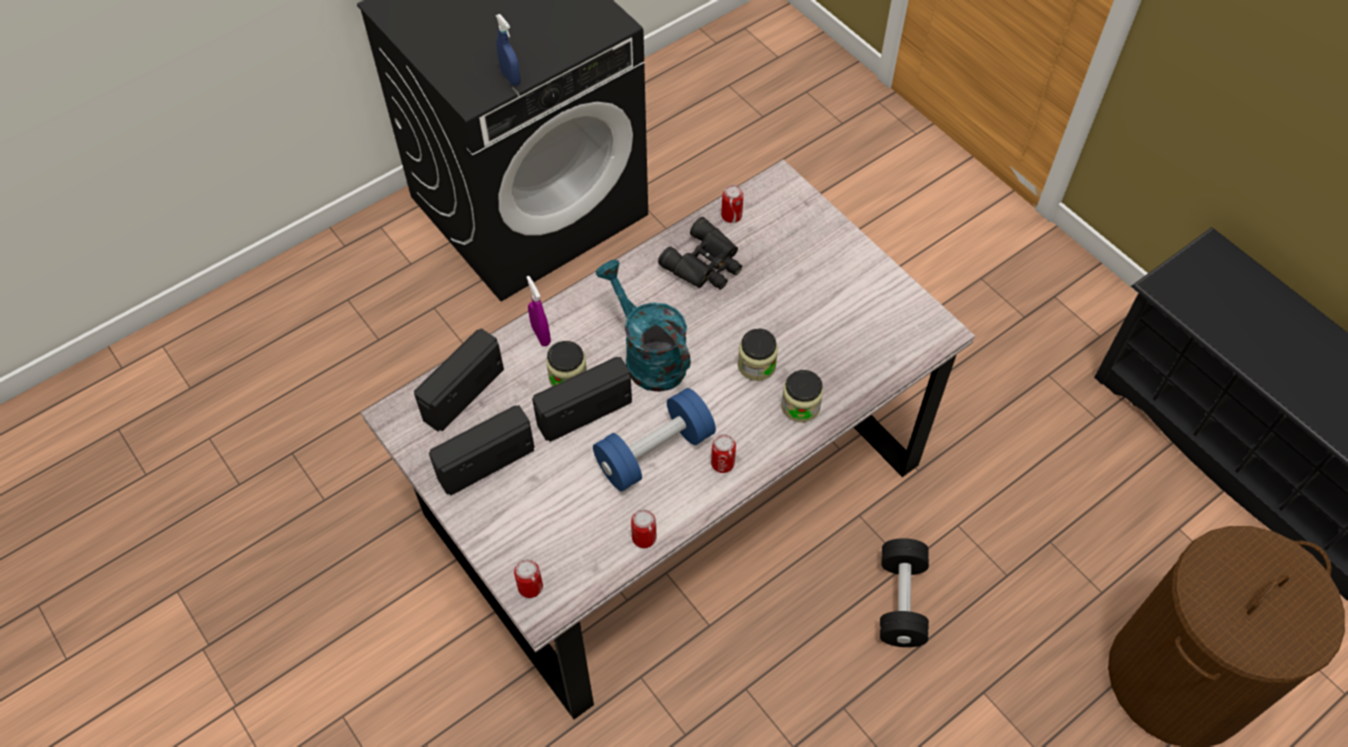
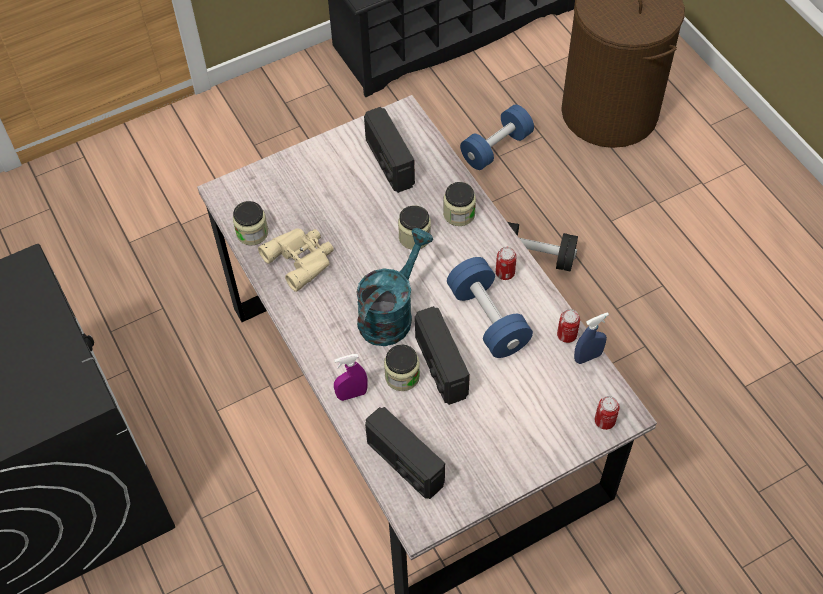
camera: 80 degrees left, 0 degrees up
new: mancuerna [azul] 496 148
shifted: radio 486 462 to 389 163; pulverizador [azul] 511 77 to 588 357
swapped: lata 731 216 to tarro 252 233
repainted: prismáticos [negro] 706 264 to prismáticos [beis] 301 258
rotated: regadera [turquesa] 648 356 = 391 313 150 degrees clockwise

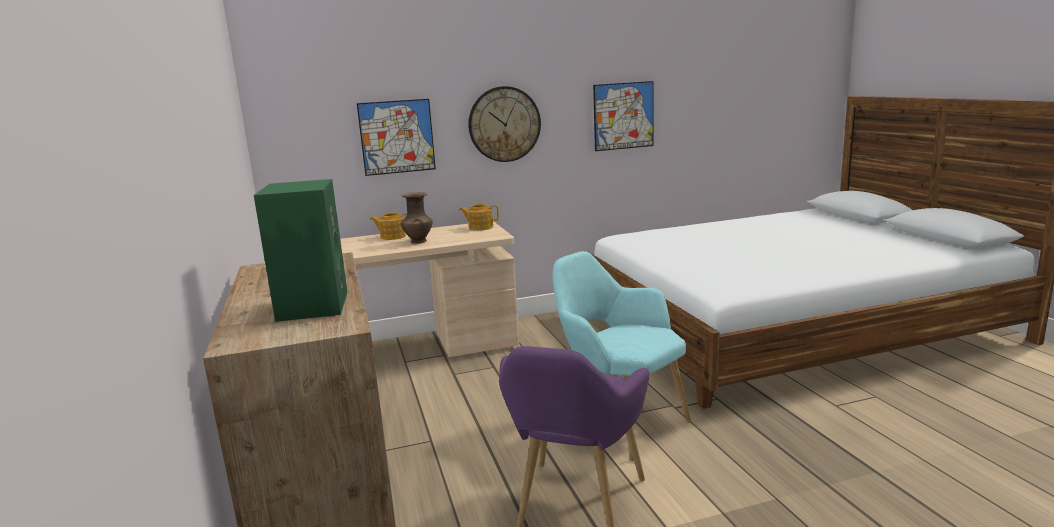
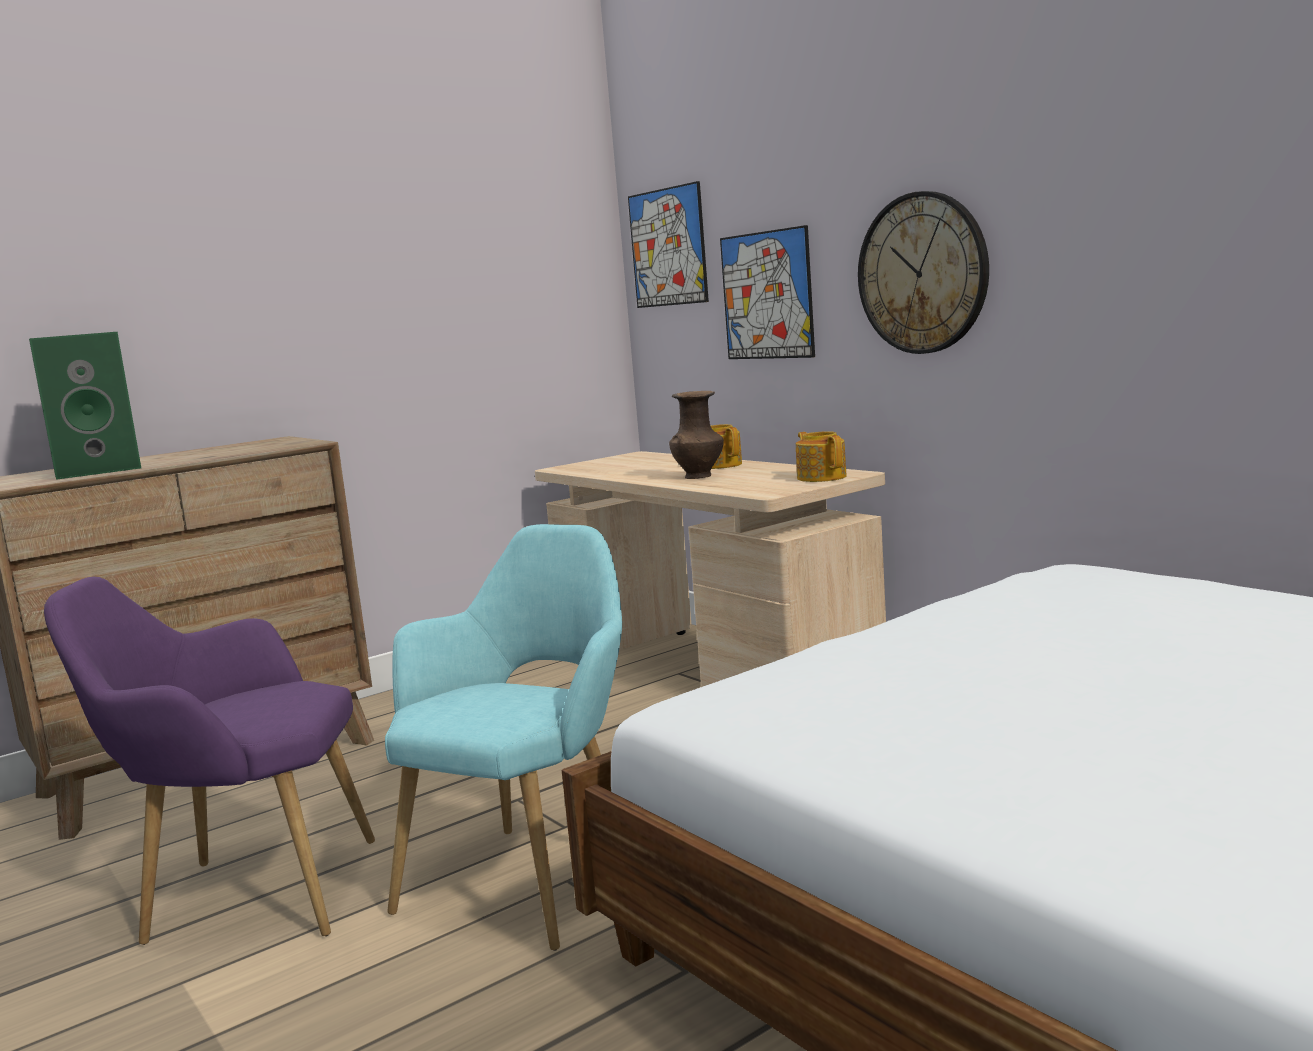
camera: 70 degrees right, 5 degrees down
shifted: cuadro 623 116 to 668 247

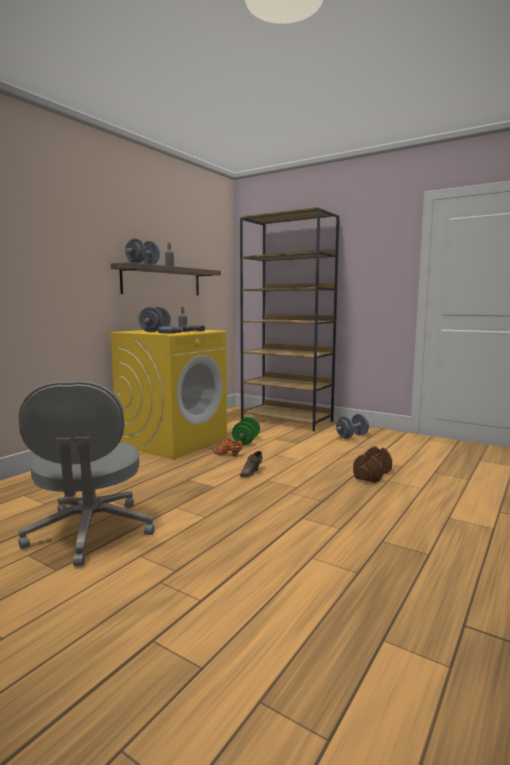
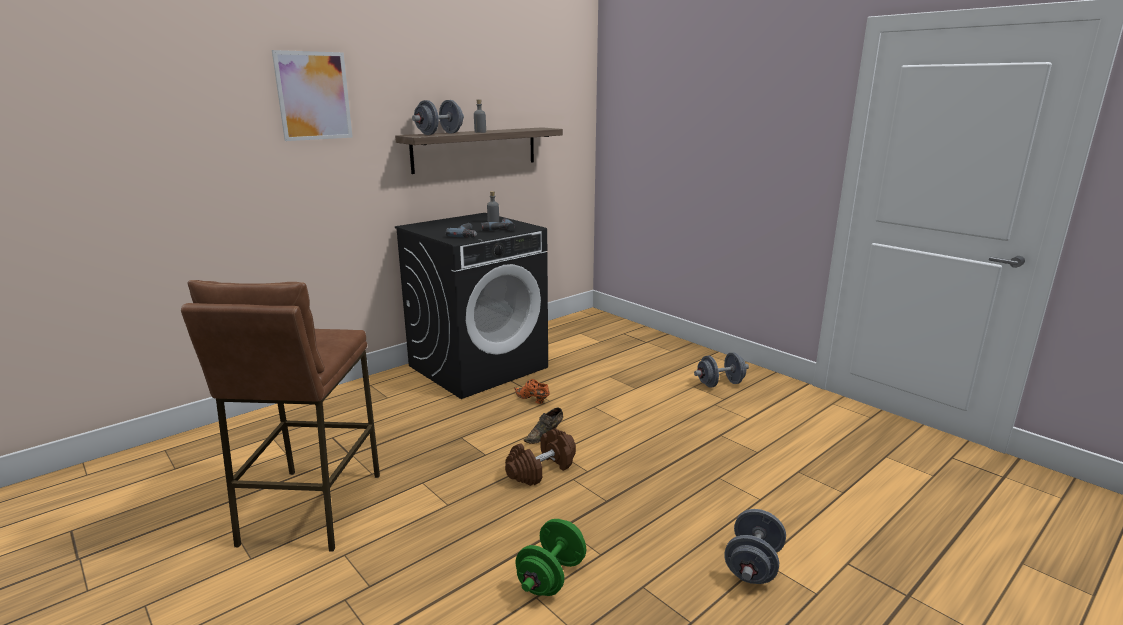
camera: 15 degrees right, 10 degrees up
gone: estantería [marrón] 287 420
new: cuadro 313 96
shifted: mancuerna [gris] 155 331 to 753 566; mancuerna [verde] 246 441 to 551 577; mancuerna [marrón] 372 475 to 541 470
swapped: silla de oficina [gris] 90 532 to taburete [marrón] 310 508
repainted: lavadora [amarillo] 173 441 to lavadora [negro] 478 366

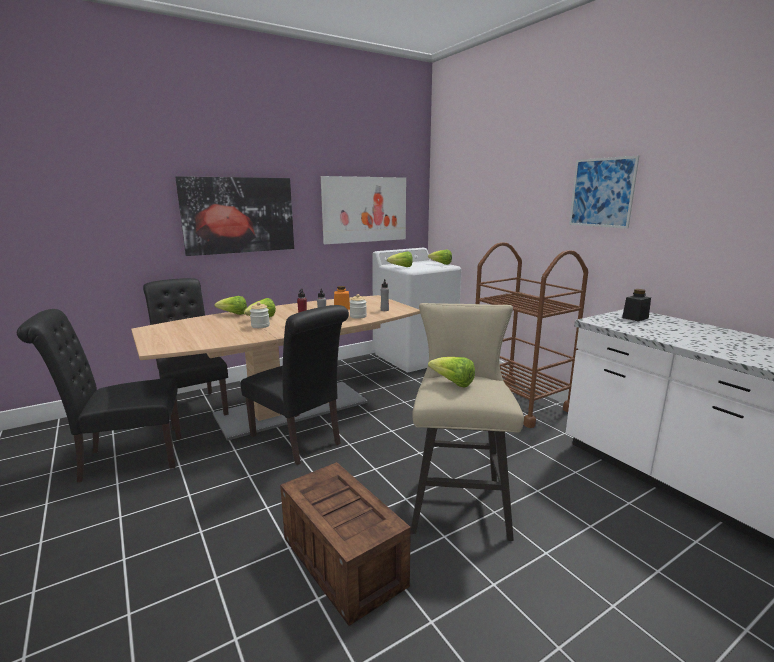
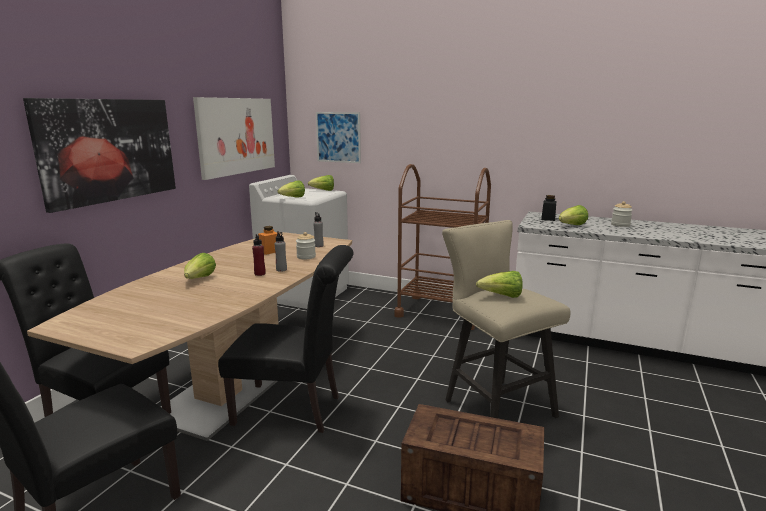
camera: 35 degrees left, 0 degrees up
shifted: lechuga 233 314 to 572 226; tarro 260 326 to 620 225; cuadro 602 192 to 338 137

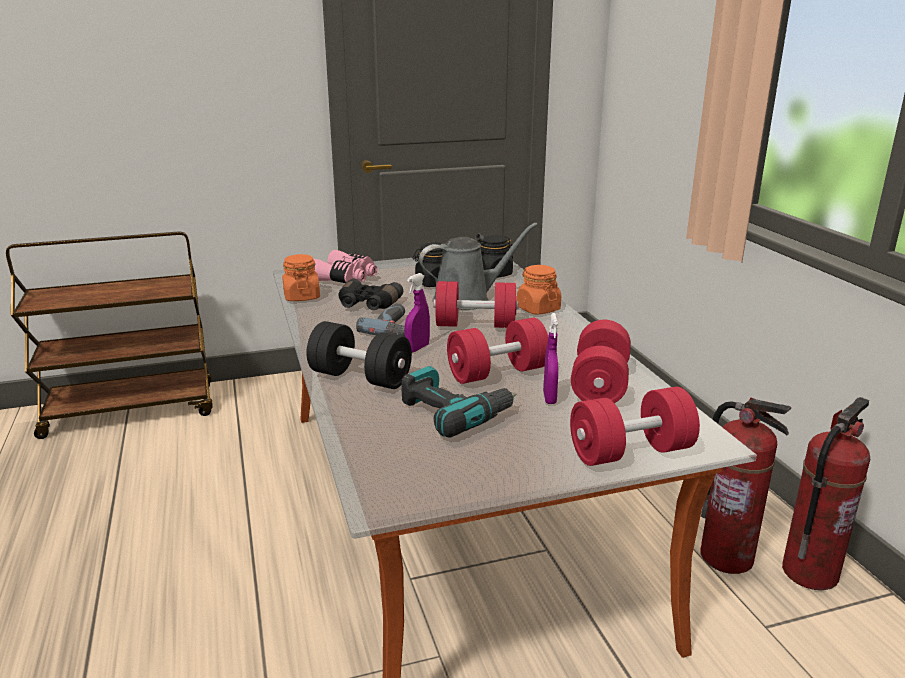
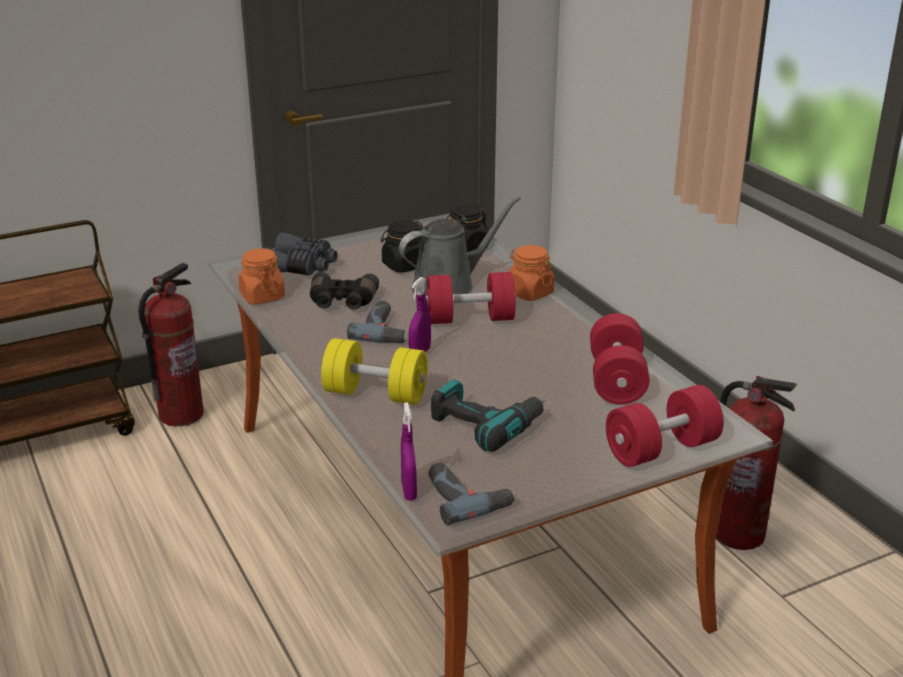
camera: 10 degrees left, 5 degrees up
gone: mancuerna [rojo] 497 373
new: taladro 466 497
shifted: pulverizador [morado] 549 398 to 409 491; extintor 809 573 to 181 415
repainted: mancuerna [negro] 360 378 to mancuerna [amarillo] 375 394; prismáticos [rosa] 345 279 to prismáticos [gris] 300 267

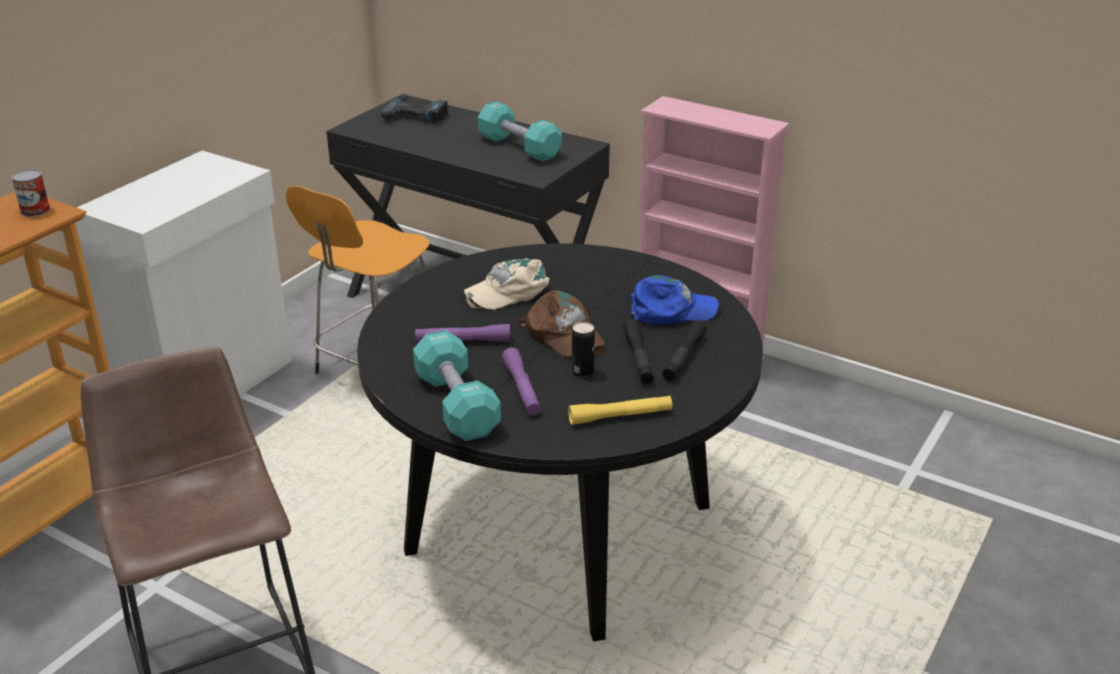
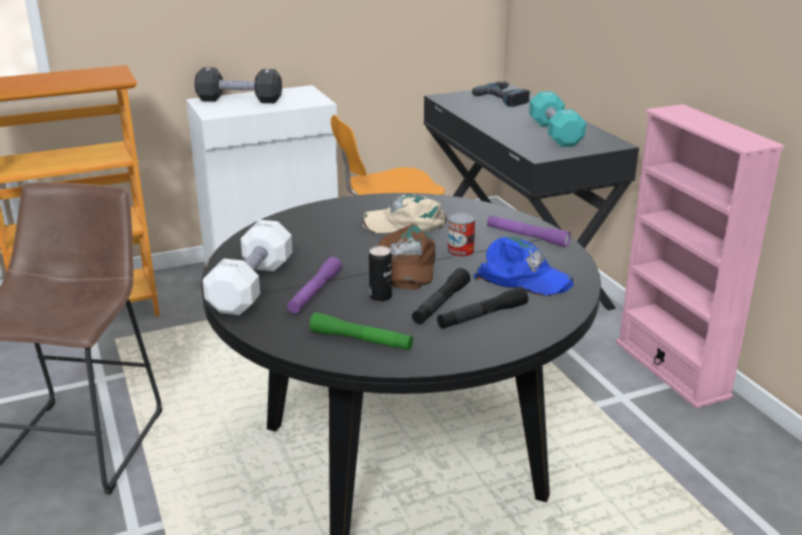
camera: 35 degrees right, 5 degrees down
new: mancuerna [negro] 239 100
shifted: lata 35 210 to 460 251; linterna [morado] 463 341 to 527 237
repainted: mancuerna [turquesa] 456 404 to mancuerna [blanco] 251 286; linterna [amarillo] 620 416 to linterna [verde] 361 340

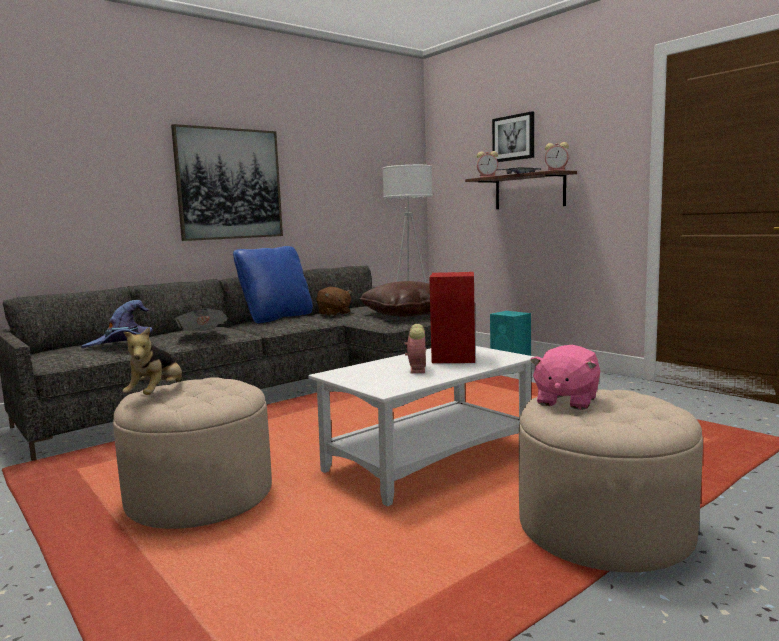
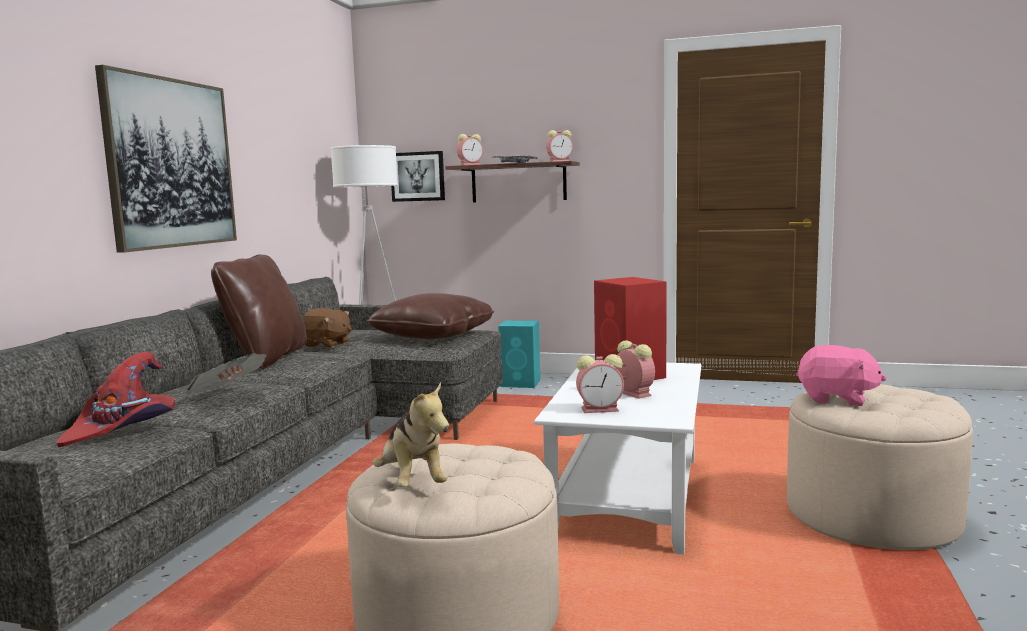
camera: 35 degrees left, 0 degrees up
new: despertador 601 409
shifted: cuadro 514 138 to 418 176
repainted: sombrero [morado] 121 344 to sombrero [rojo] 123 429; cojín [azul] 276 317 to cojín [marrón] 266 358
rotated: peluche [rosa] 566 401 = 837 399 60 degrees counterclockwise

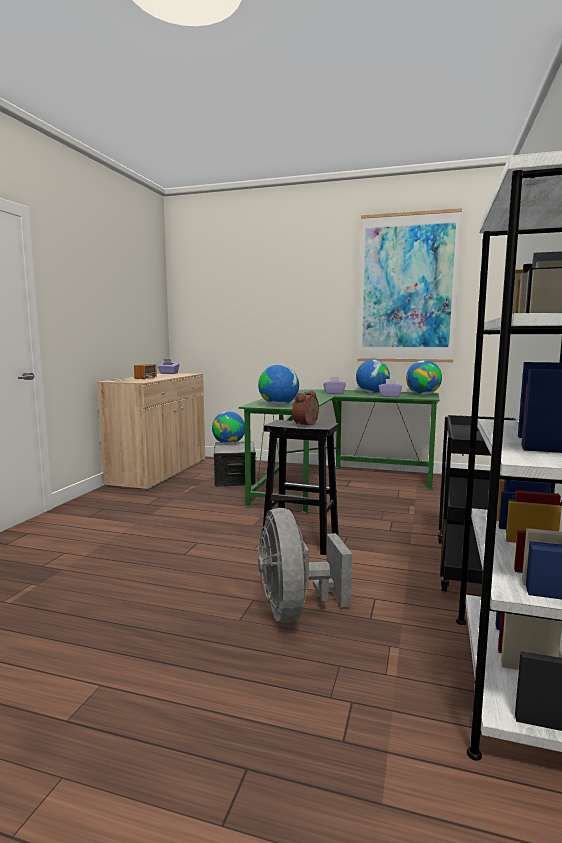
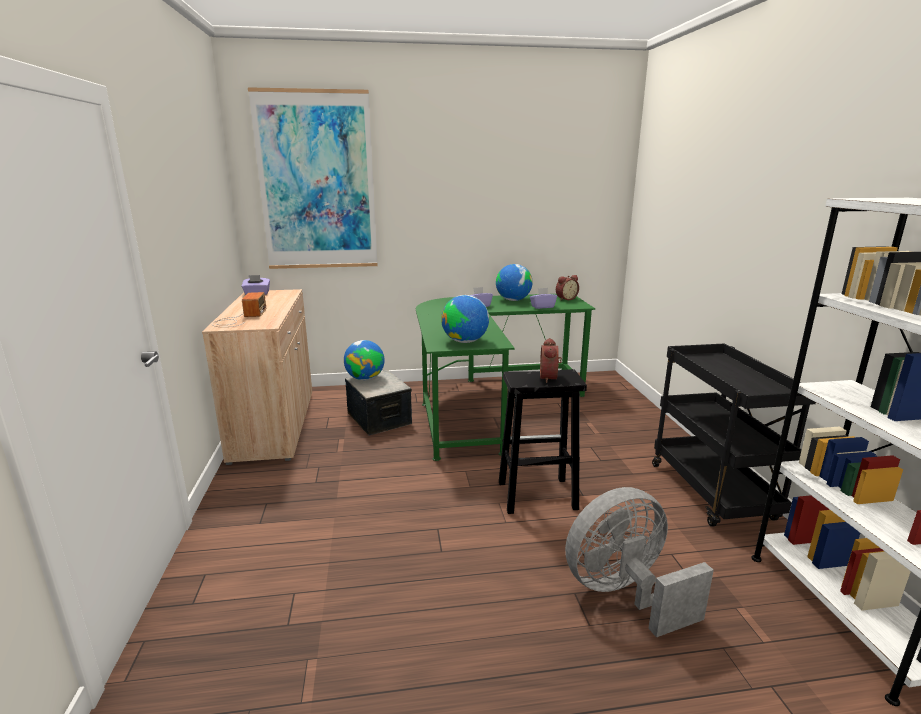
camera: 25 degrees left, 10 degrees up
shifted: cuadro 407 289 to 317 182
swapped: globo terráqueo 423 394 to despertador 565 299
rotated: ventilador [gris] 295 610 = 624 593 105 degrees clockwise

